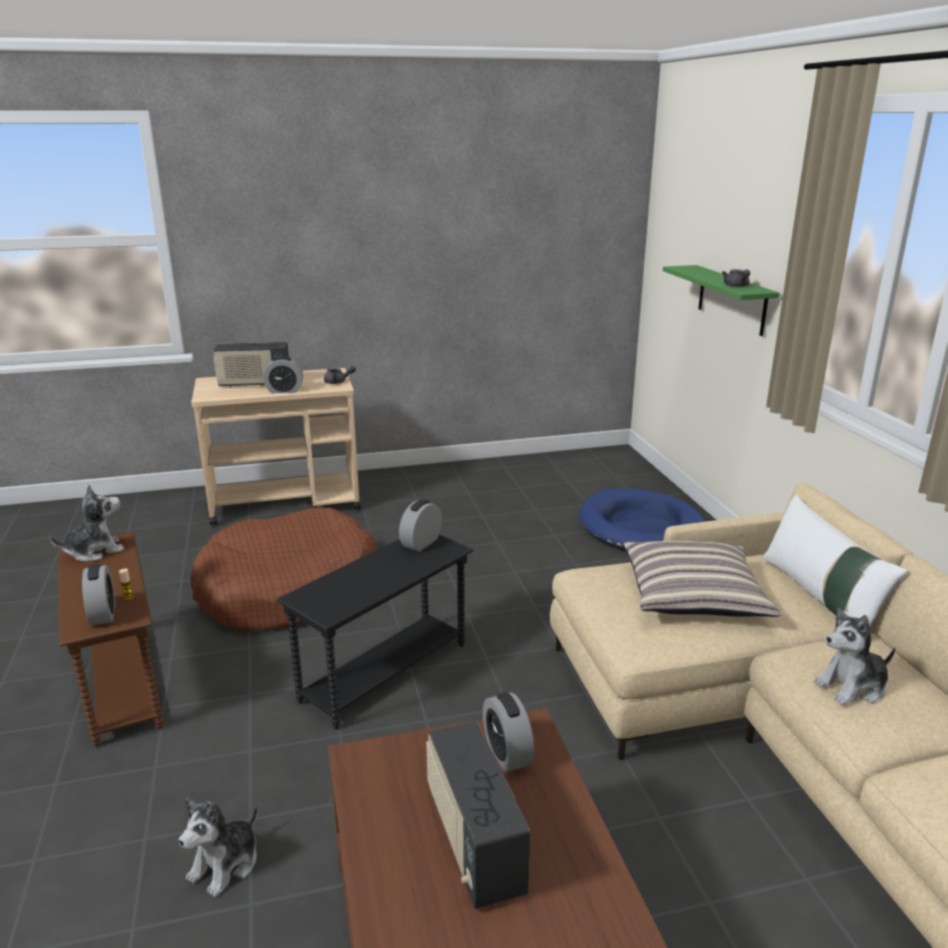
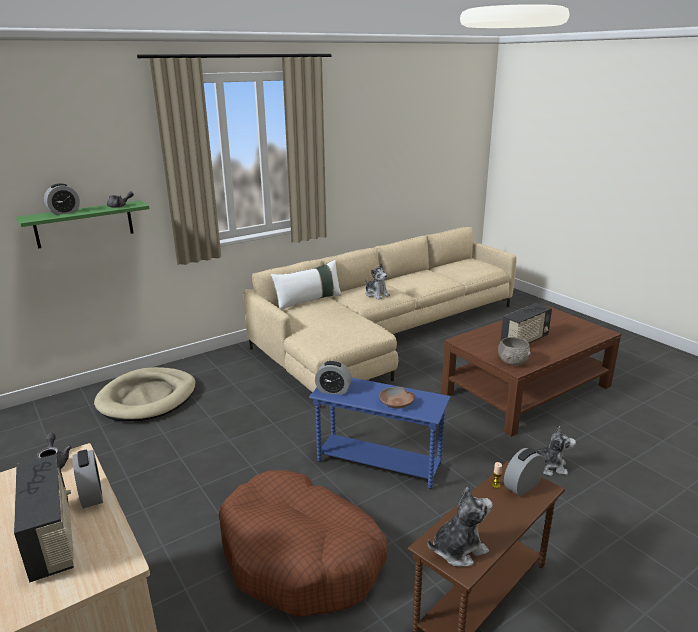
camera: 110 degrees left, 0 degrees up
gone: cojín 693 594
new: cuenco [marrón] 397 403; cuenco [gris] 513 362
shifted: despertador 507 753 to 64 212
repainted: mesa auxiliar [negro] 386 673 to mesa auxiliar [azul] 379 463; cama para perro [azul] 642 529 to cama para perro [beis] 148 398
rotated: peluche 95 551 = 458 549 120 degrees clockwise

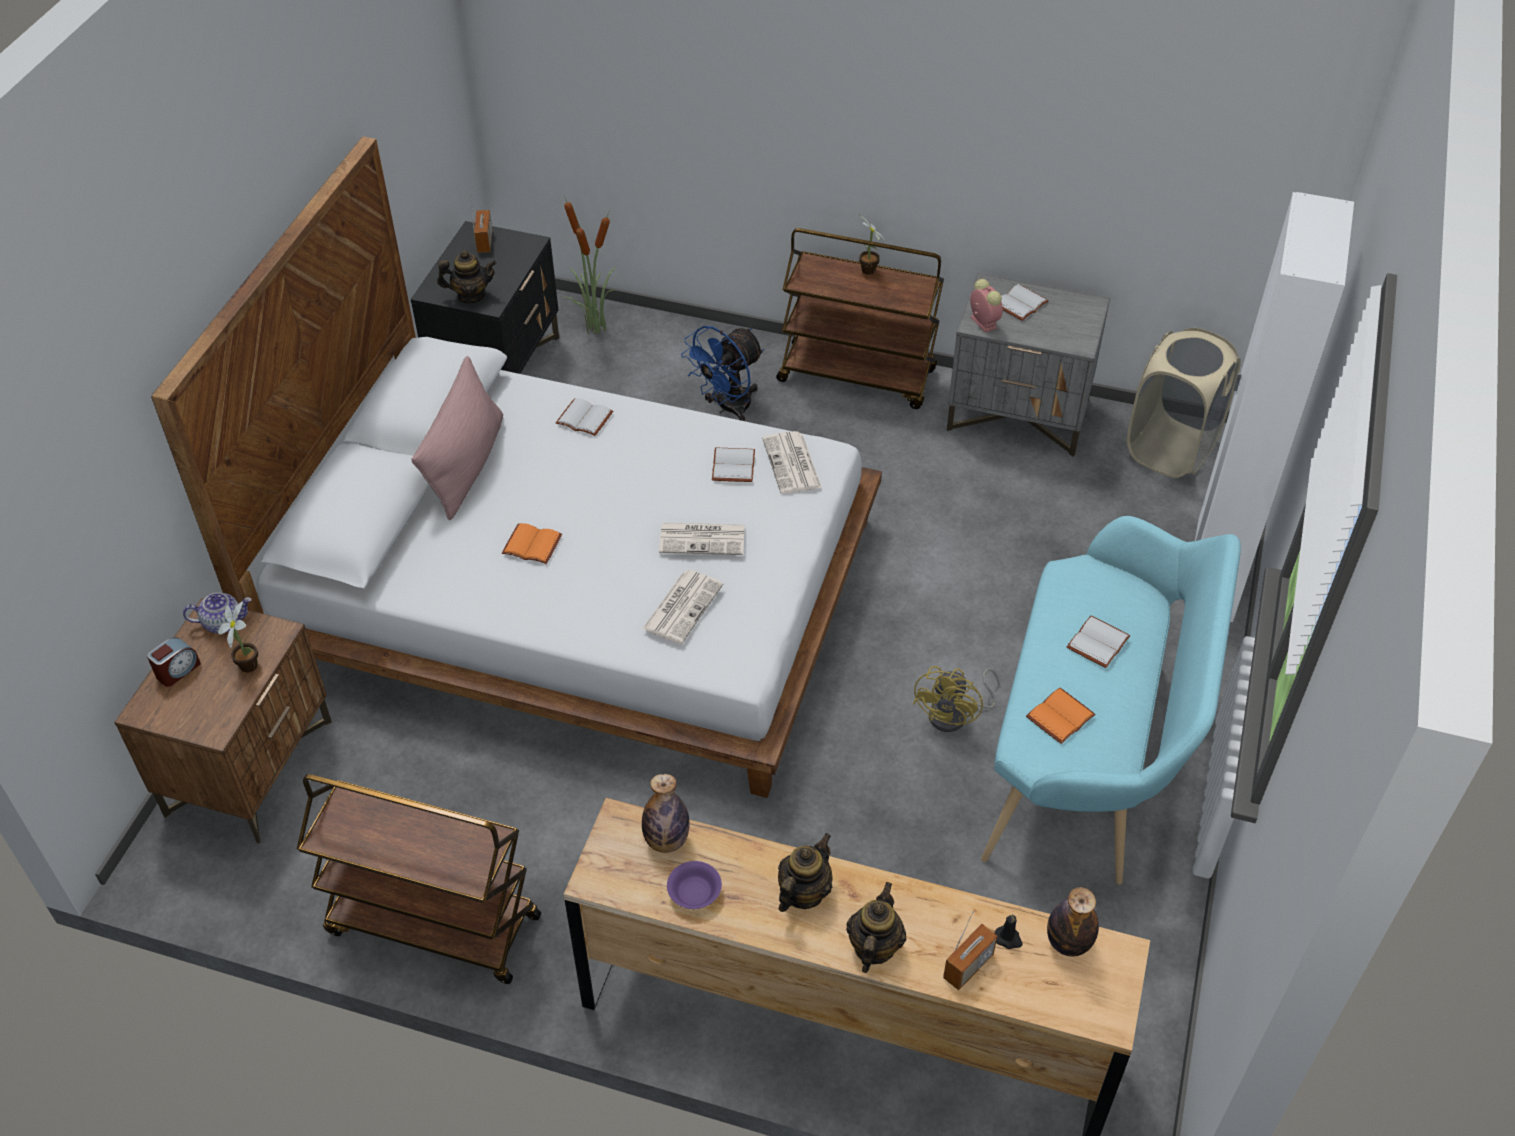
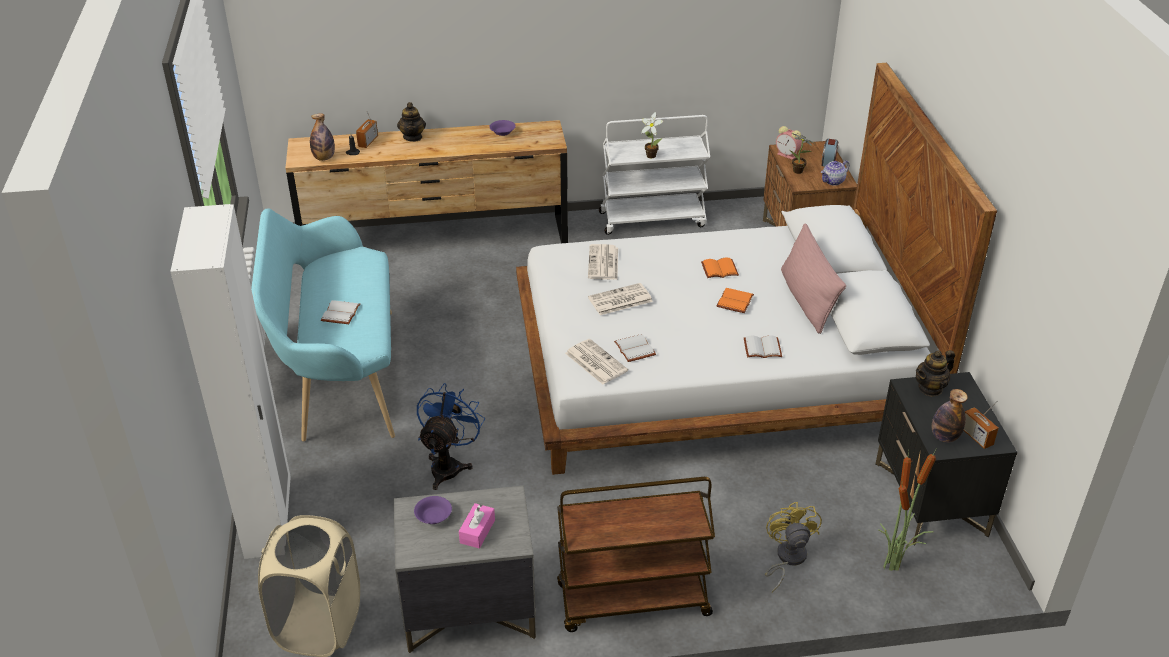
camera: 155 degrees right, 10 degrees down
gone: tetera 803 893
new: cuenco [morado] 433 517
shifted: botella 666 840 to 944 437; ventilador [azul] 727 408 to 449 465; planta en maceta 868 272 to 650 155; ventilador [amarillo] 955 715 to 787 559; despertador 982 321 to 788 155; libro [naranja] 1059 715 to 736 302
swapped: libro [blanco] 1021 305 to caja de pañuelos [rosa] 477 531
repainted: carrito [marrón] 432 925 to carrito [blanco] 653 219

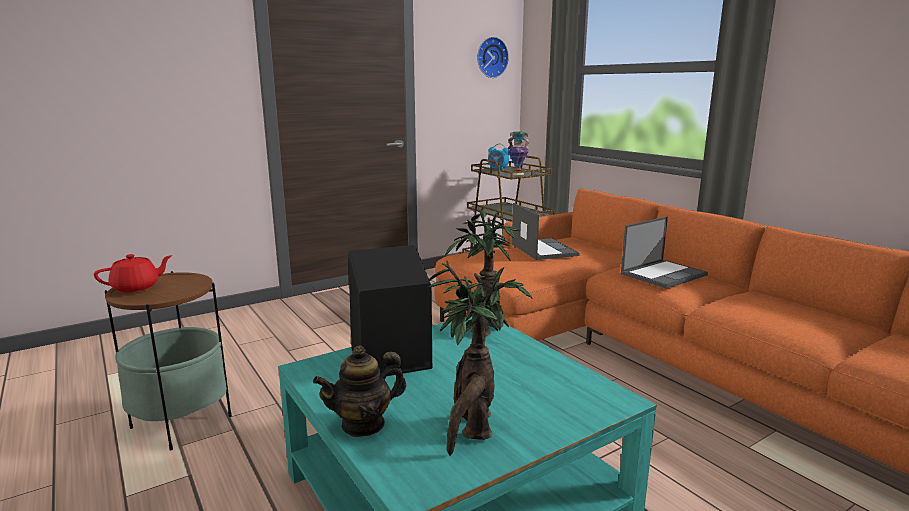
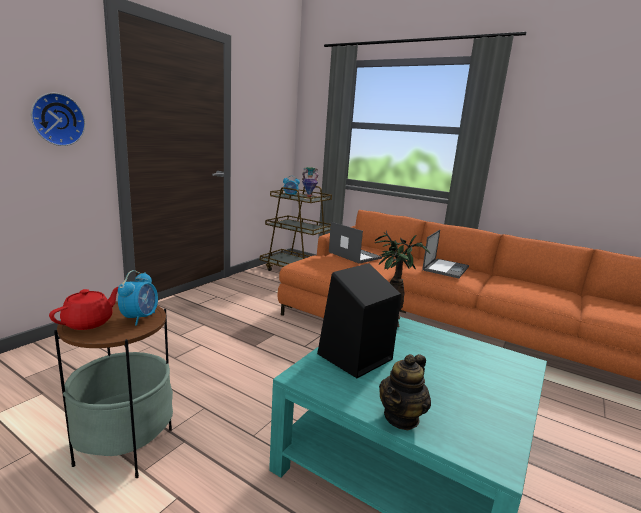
camera: 25 degrees left, 0 degrees up
gone: planta en maceta 472 430
new: despertador 140 318
shifted: reloj de pared 491 57 to 57 119

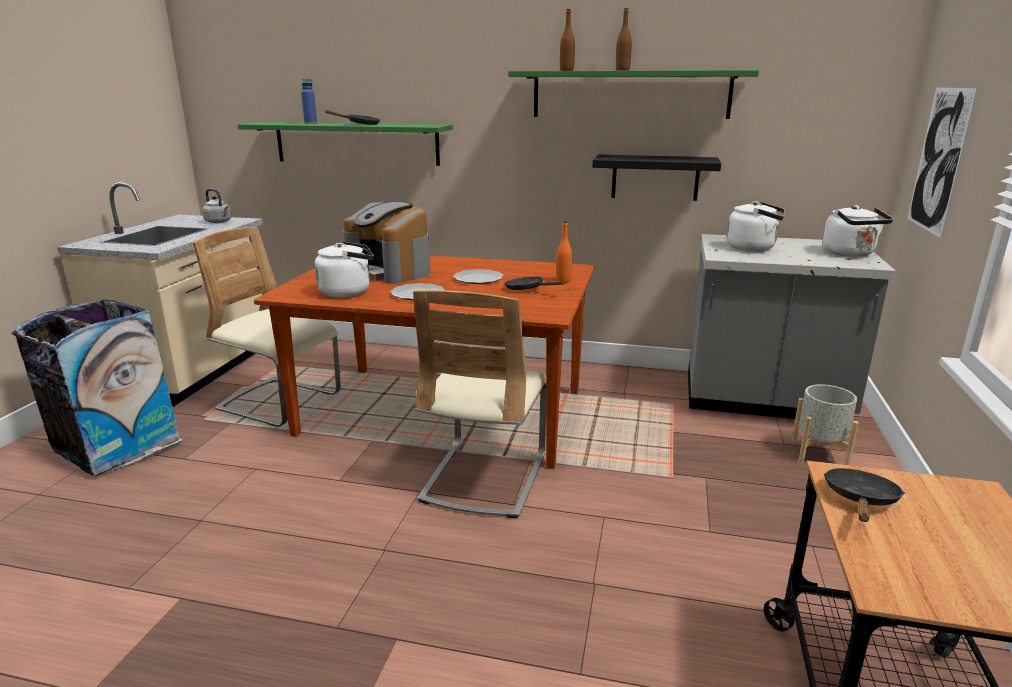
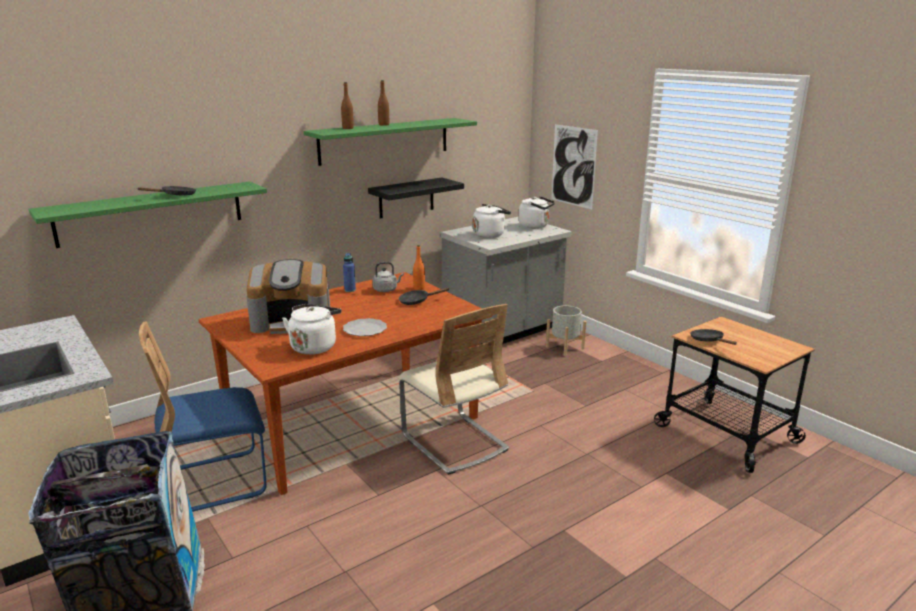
camera: 50 degrees left, 0 degrees up
gone: plato 478 279
shifted: hervidor [gris] 219 222 to 386 290; botella [azul] 310 123 to 350 290
repainted: silla [beis] 280 403 to silla [azul] 215 483

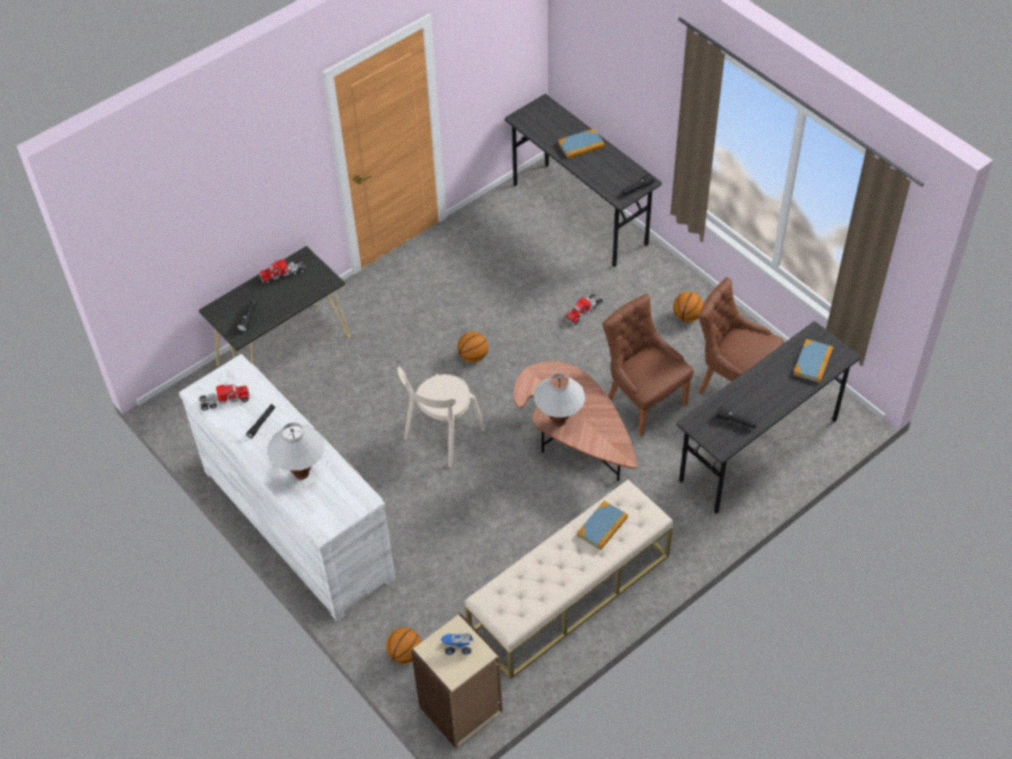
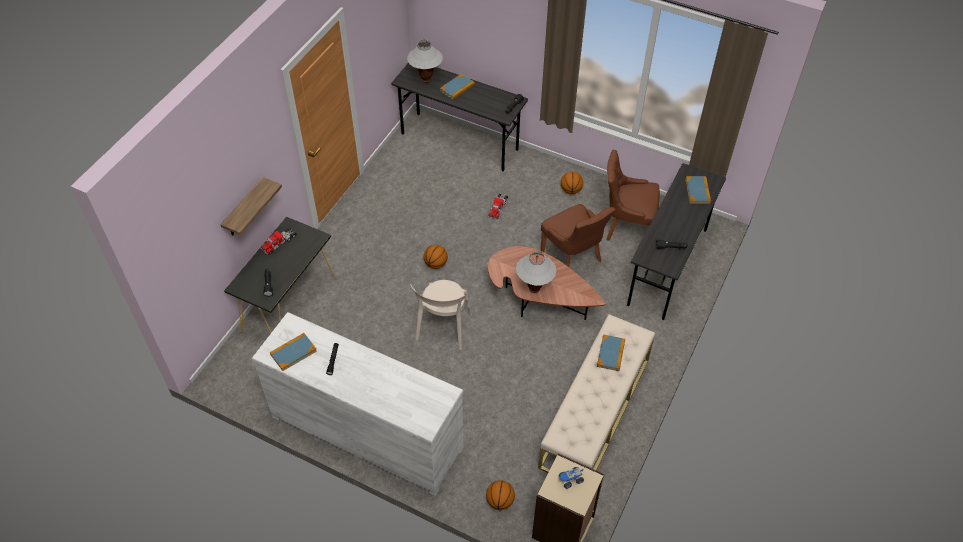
camera: 25 degrees left, 0 degrees up
new: estante 244 209
shifted: lámpara de mesa [blanco] 302 474 to 426 80
swapped: camión de juguete 224 400 to libro 293 352
rotated: silla [marrón] 643 401 = 572 258 150 degrees counterclockwise

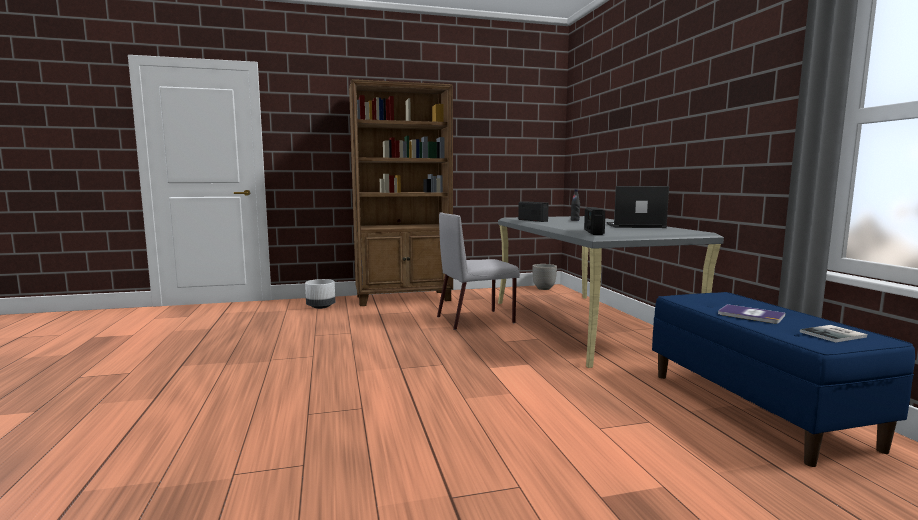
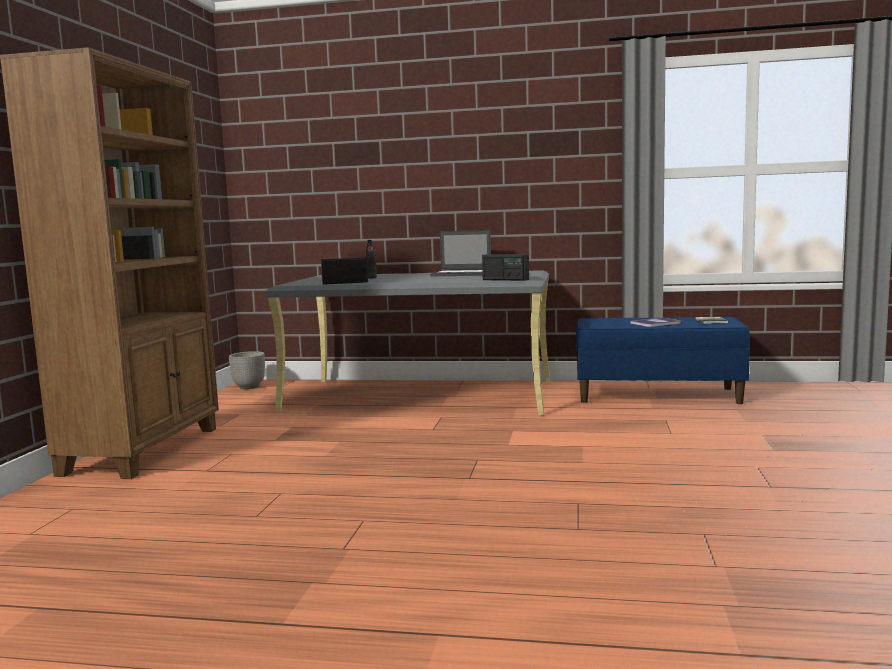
camera: 65 degrees left, 0 degrees up
gone: maceta [blanco] 321 307; silla [gris] 476 319
rotated: portátil 634 226 = 462 274 105 degrees counterclockwise

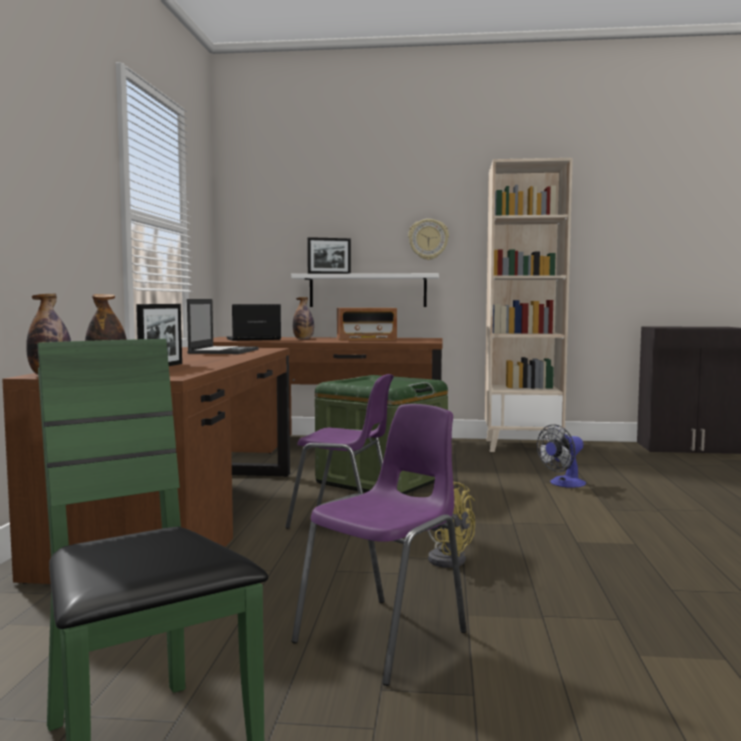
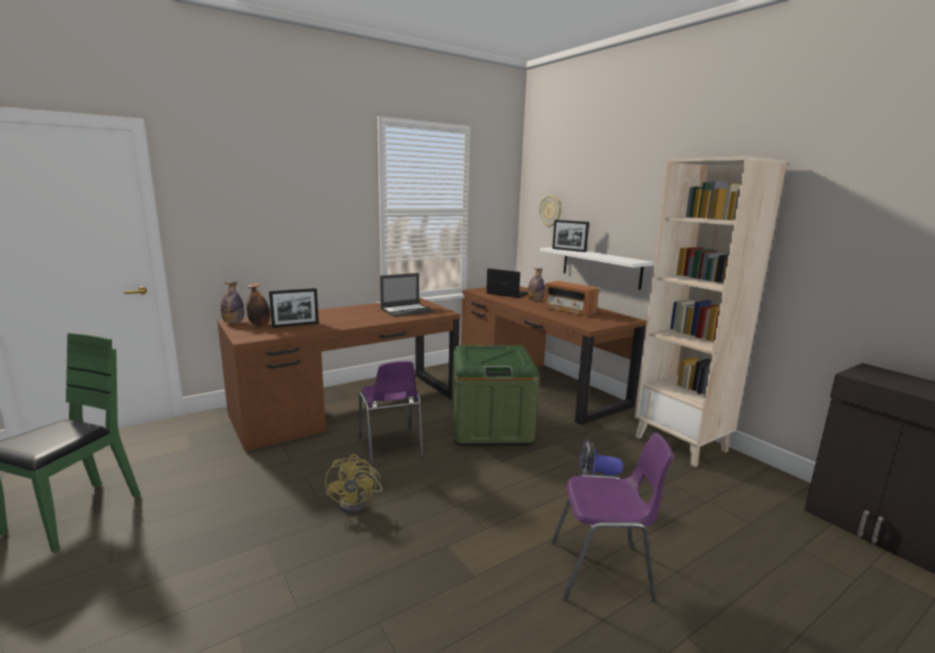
camera: 50 degrees right, 10 degrees up
shifted: silla [morado] 385 636 to 603 572; reloj de pared 428 239 to 551 211

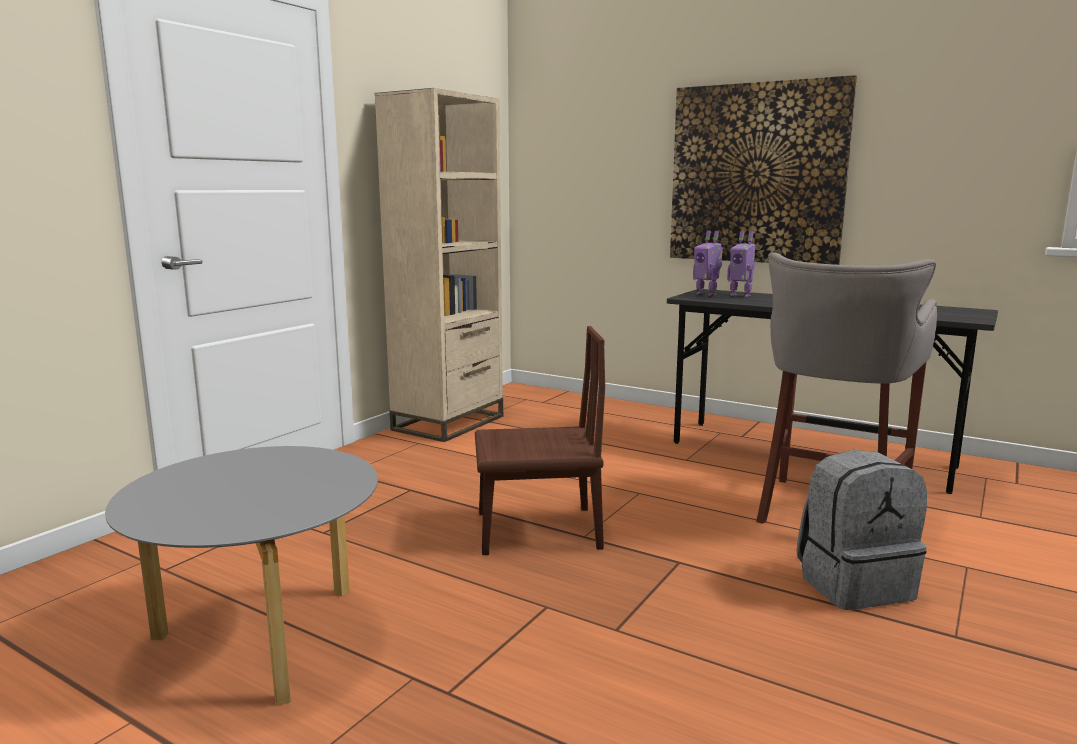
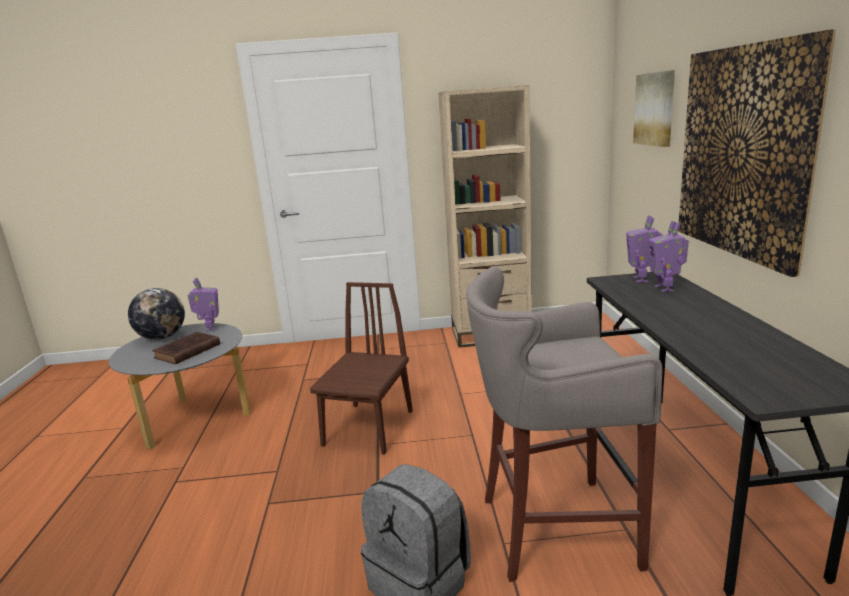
camera: 55 degrees right, 5 degrees up
new: globo terráqueo 162 337; libro [marrón] 186 352; robot de juguete 210 329; cuadro 655 109
rotated: silla [marrón] 537 530 = 368 428 120 degrees counterclockwise

